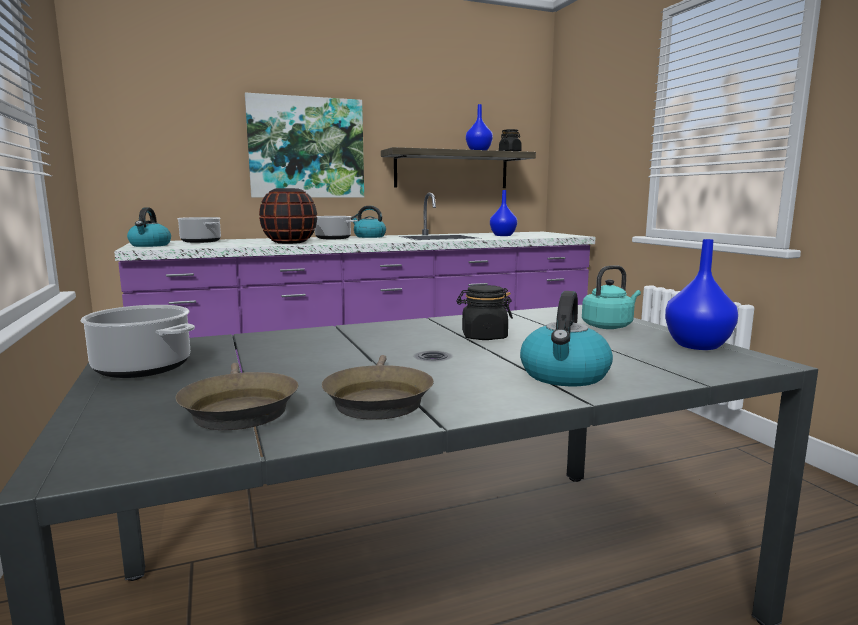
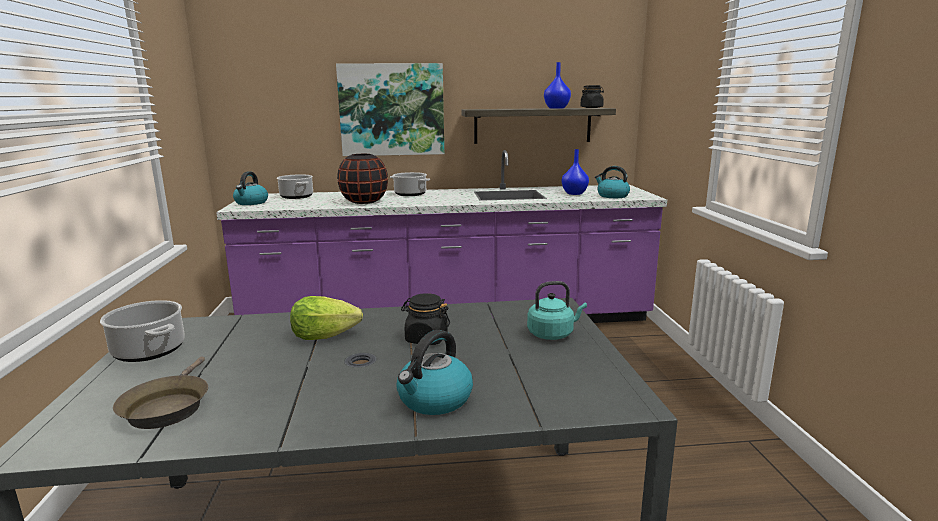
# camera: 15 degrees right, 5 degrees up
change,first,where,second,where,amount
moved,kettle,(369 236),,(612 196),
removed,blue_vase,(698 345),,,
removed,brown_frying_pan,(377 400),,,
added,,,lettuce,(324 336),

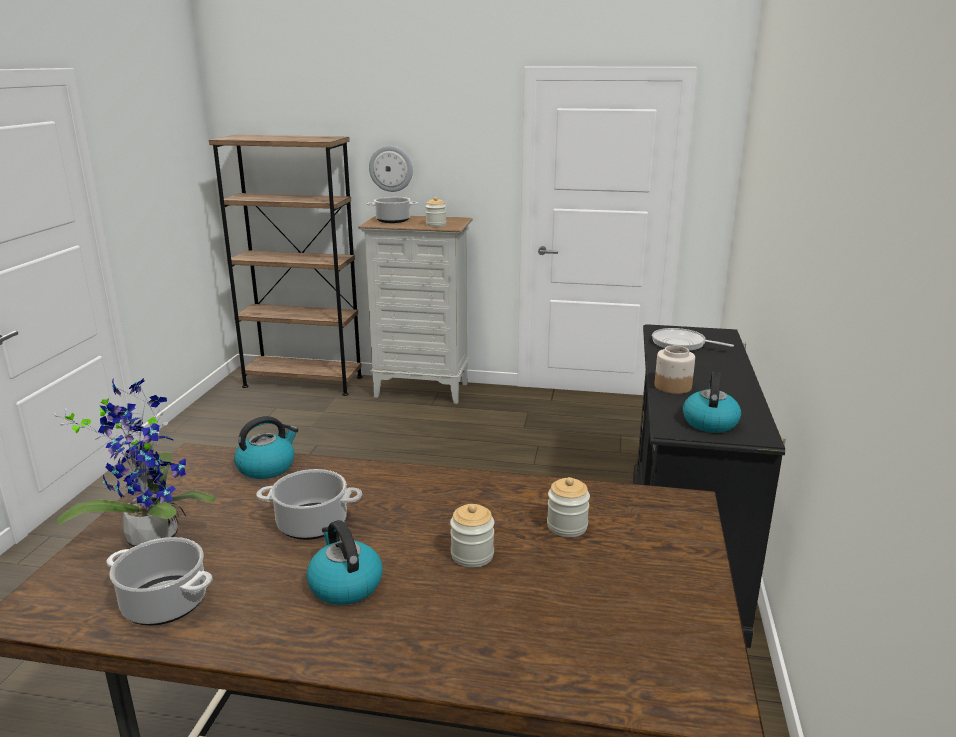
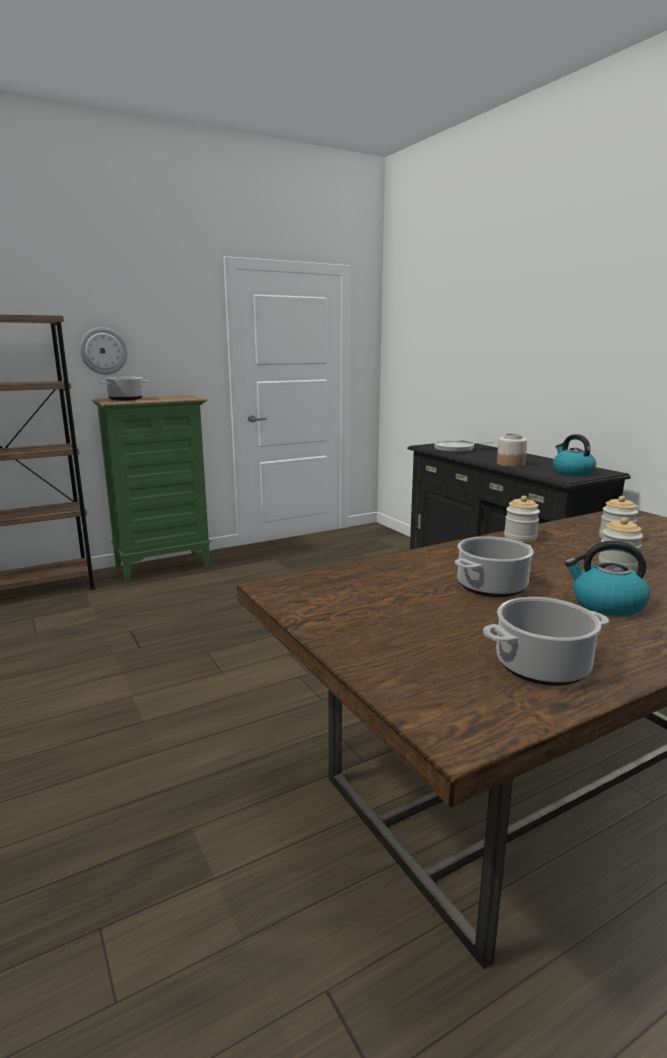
# camera: 40 degrees left, 5 degrees down
change,first,where,second,where,amount
moved,jar,(436 225),,(520 538),
recoloured,white_dresser,(423 391),green_dresser,(165 567),
removed,potted_plant,(152 537),,,
removed,kettle,(267 467),,,

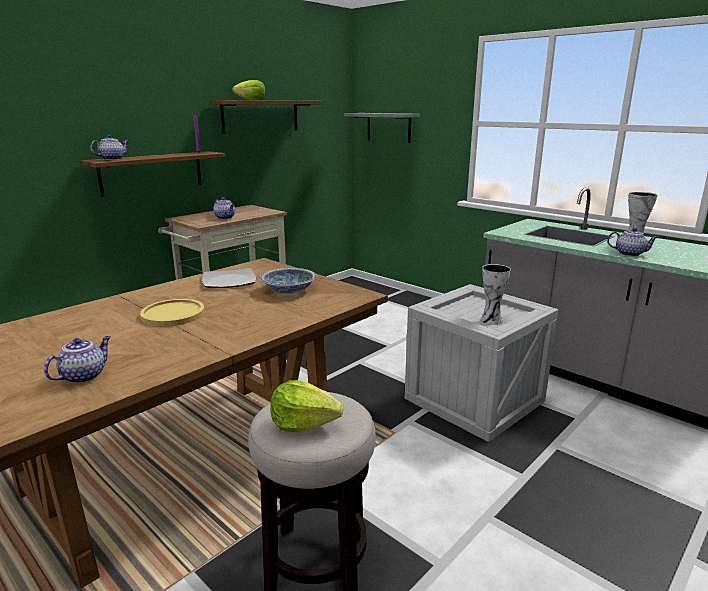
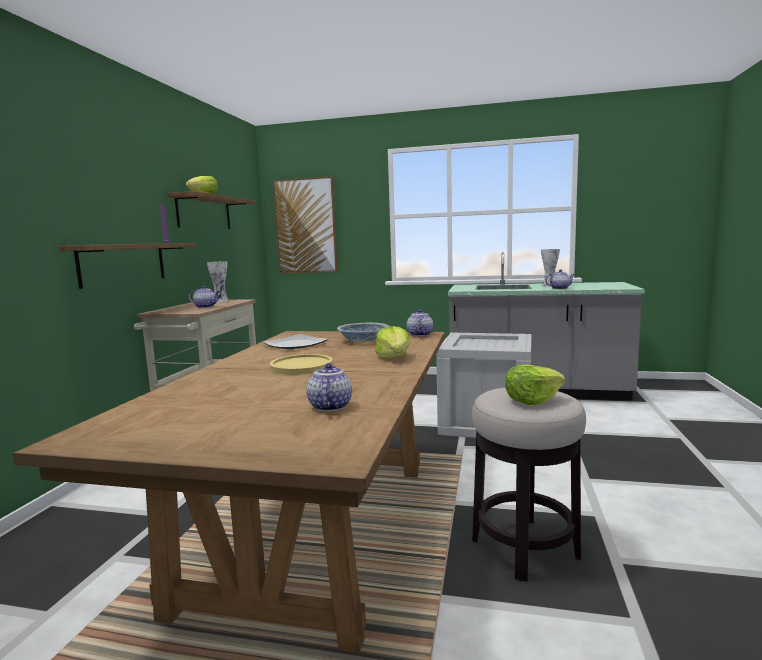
# camera: 30 degrees left, 10 degrees down
change,first,where,second,where,amount
replaced,grey_shelf,(388 127),picture,(306 226),
moved,teapot,(112 159),,(419 334),
moved,vase,(492 320),,(221 301),
added,,,lettuce,(394 357),

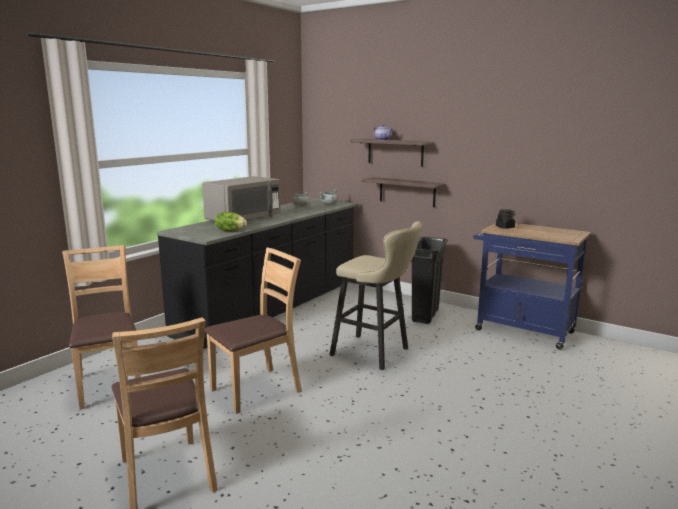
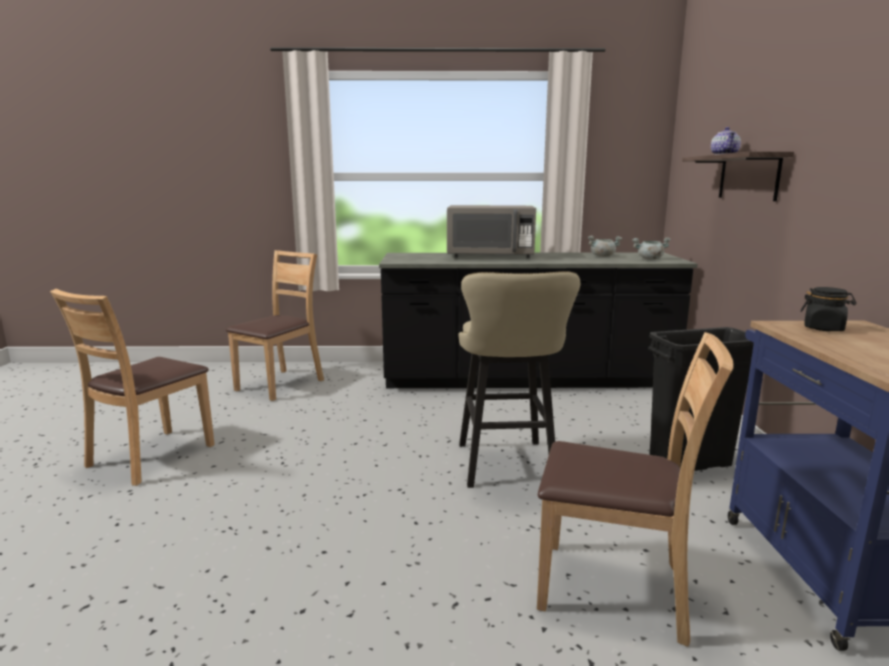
# camera: 55 degrees right, 0 degrees up
change,first,where,second,where,amount
removed,shelf,(407 192),,,
removed,lettuce,(230 230),,,
moved,brown_chair,(256 390),,(614 589),

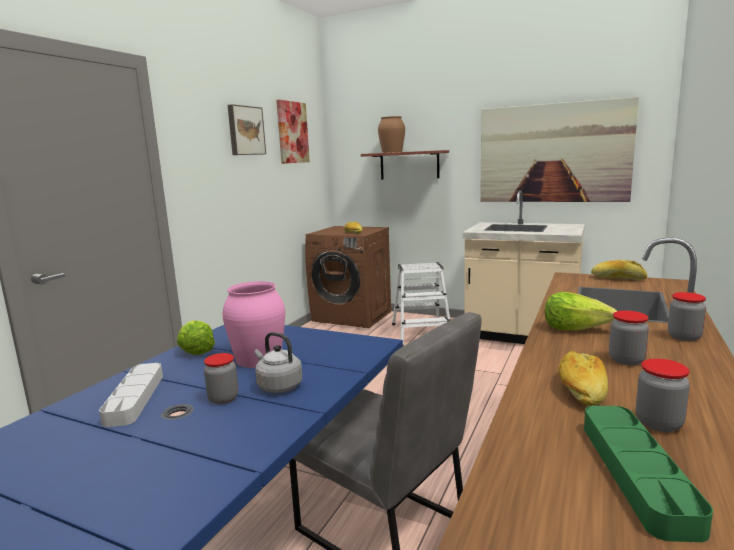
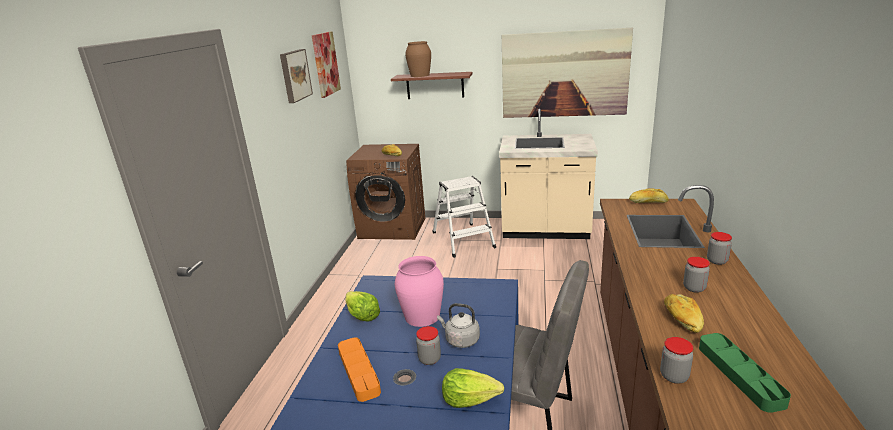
# camera: 15 degrees left, 10 degrees up
change,first,where,second,where,amount
moved,lettuce,(575 328),,(470 399),
moved,jar,(658 423),,(674 376),
recoloured,grey_tray,(135 398),orange_tray,(359 371),

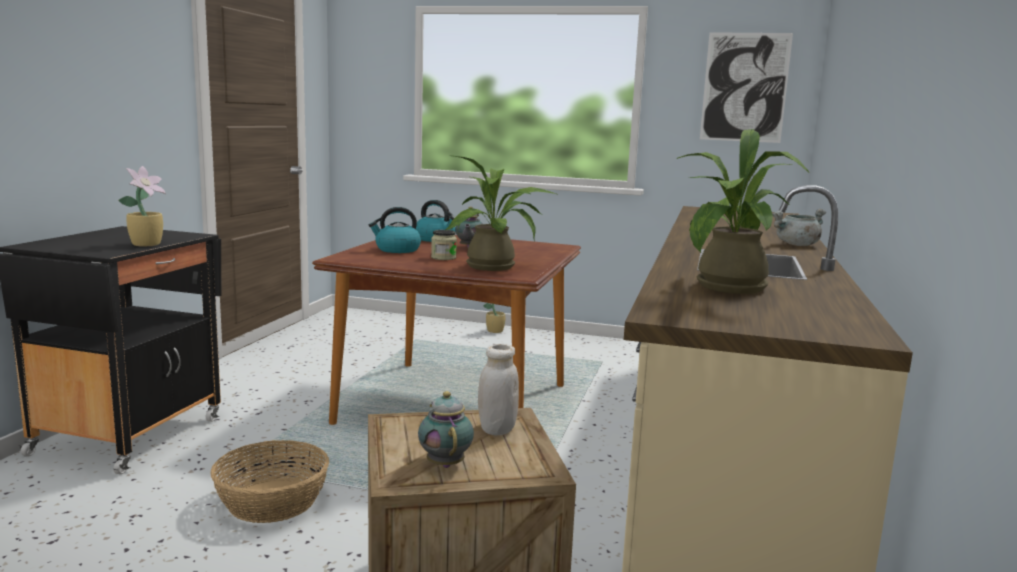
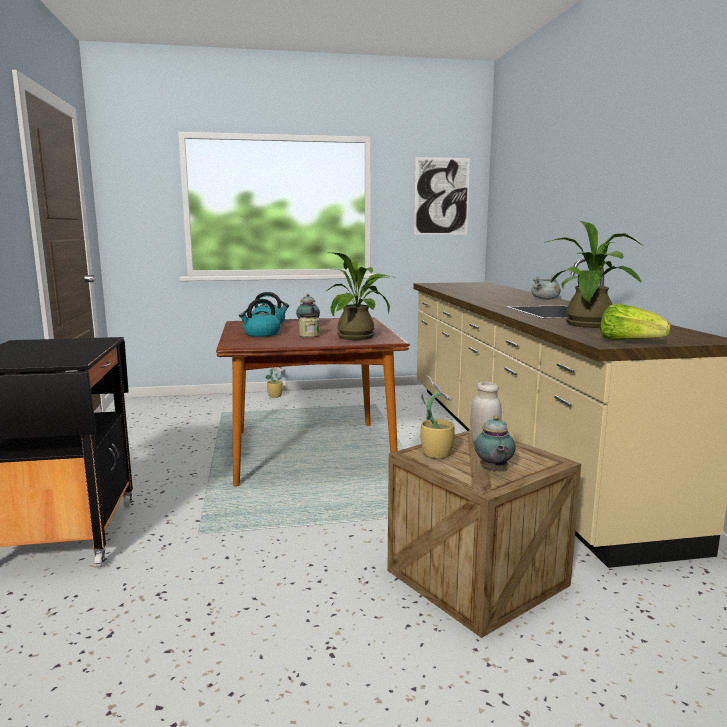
# camera: 25 degrees left, 0 degrees up
change,first,where,second,where,amount
moved,potted_plant,(148 244),,(437 453),
turned,teapot,(445 463),,(493 470),135 degrees counterclockwise
removed,basket,(271 501),,,
added,,,lettuce,(629 341),

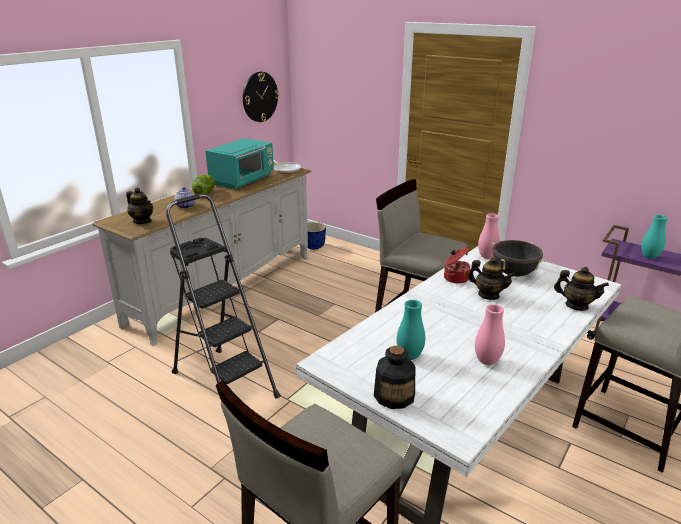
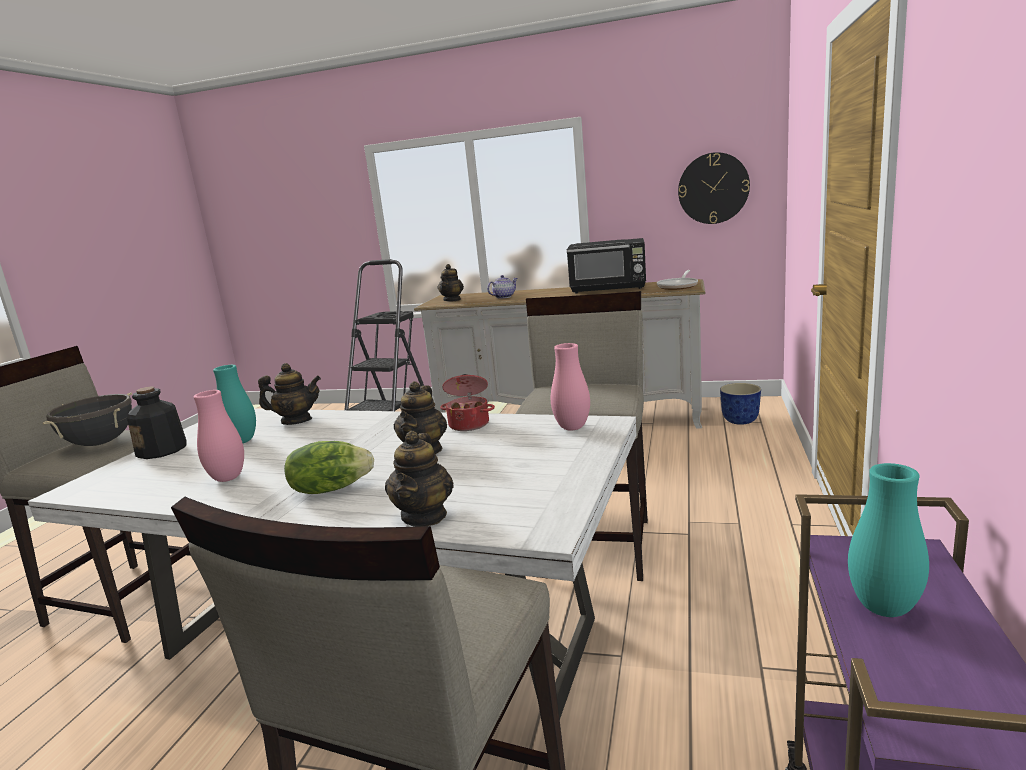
# camera: 70 degrees right, 10 degrees down
change,first,where,second,where,amount
recoloured,turquoise_microwave,(243 180),black_microwave,(609 288),
moved,lettuce,(204 193),,(330 488),
moved,black_cooking_pot,(514 273),,(100 443),
added,,,teapot,(296 421),

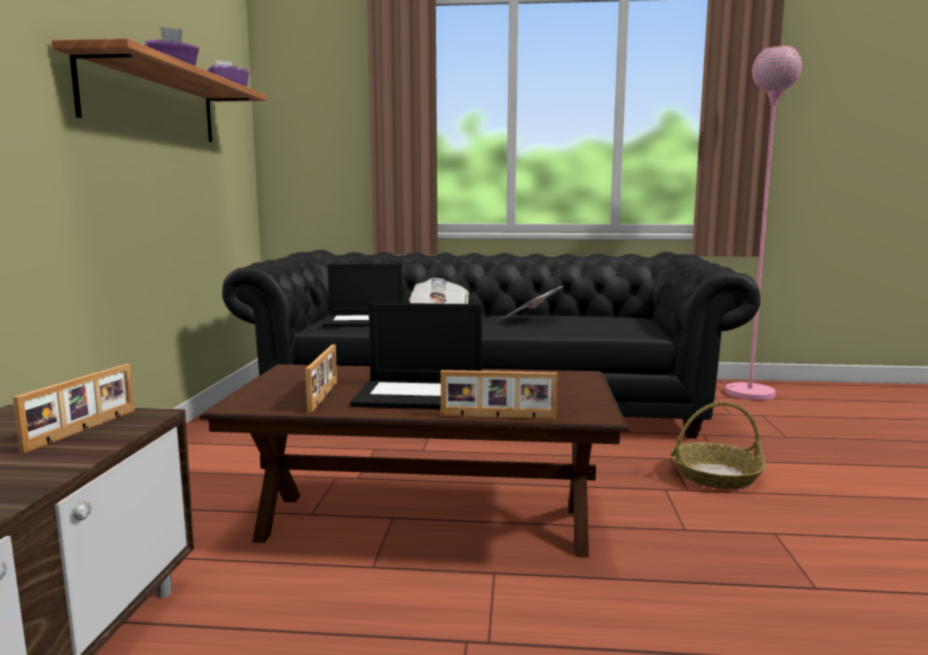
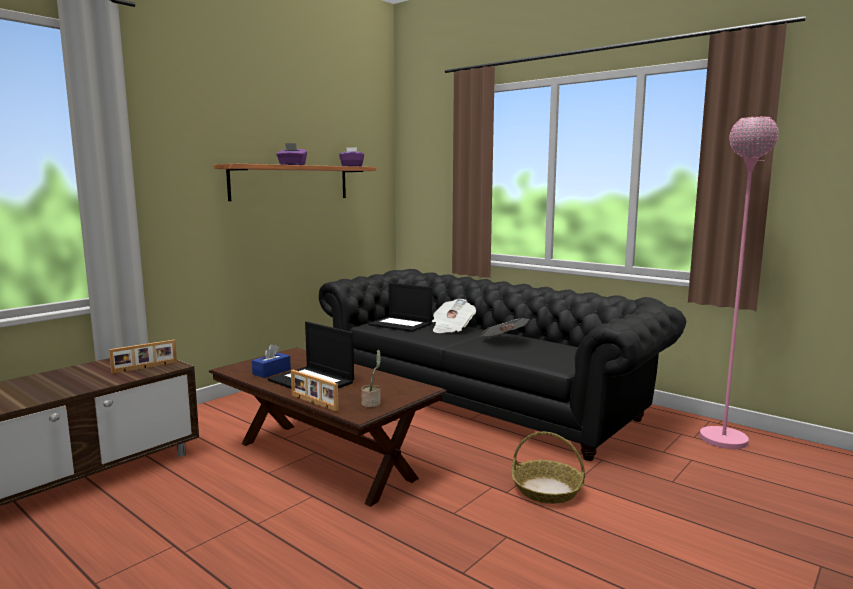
# camera: 35 degrees right, 0 degrees up
change,first,where,second,where,amount
replaced,picture_frame,(325 396),blue_tissue_box,(271 372),
added,,,potted_plant,(372 403),

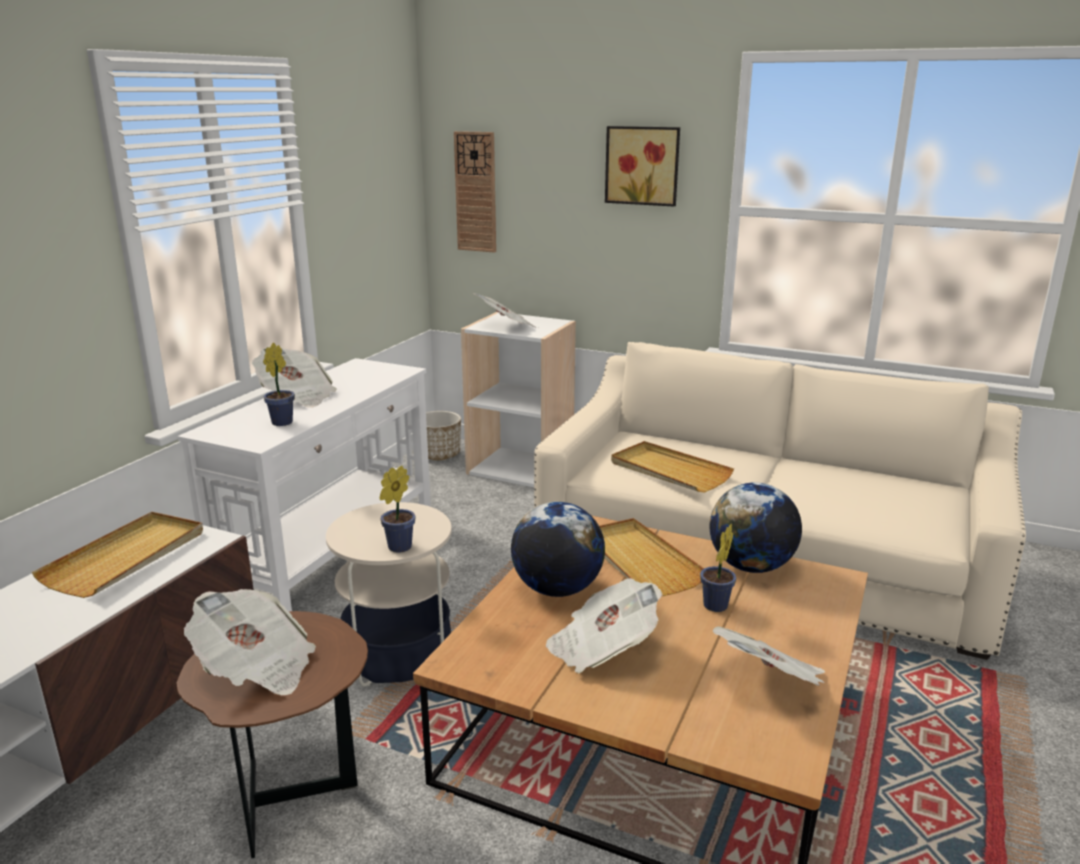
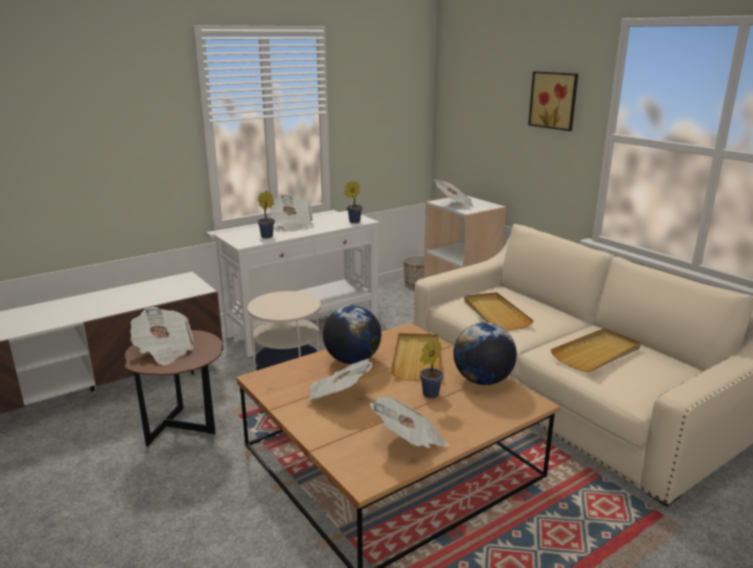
# camera: 30 degrees right, 0 degrees up
change,first,where,second,where,amount
removed,wall_clock,(476 192),,,
moved,potted_plant,(397 548),,(353 222),
moved,beige_tray,(126 557),,(597 353),

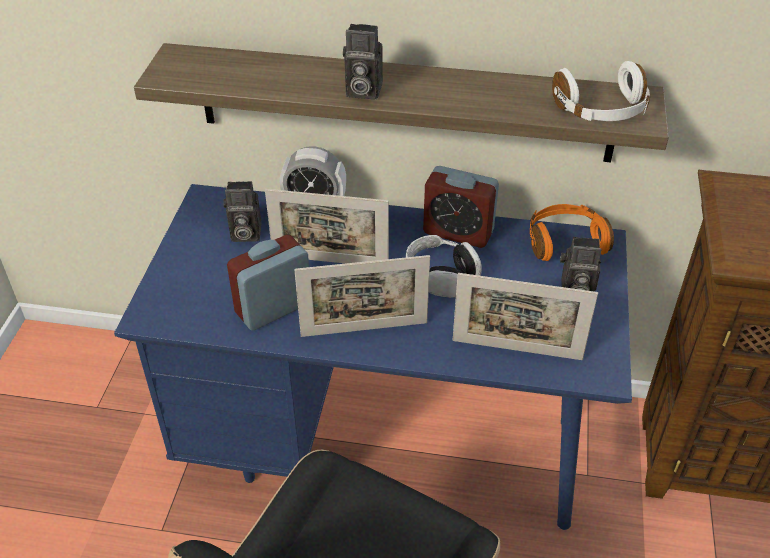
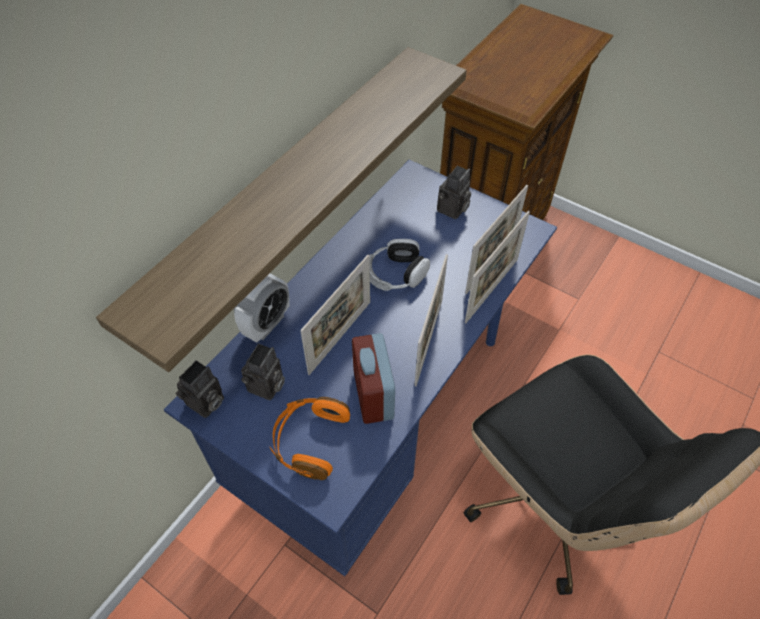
# camera: 65 degrees left, 10 degrees up
change,first,where,second,where,amount
moved,photo_camera,(361 91),,(205 404),
removed,white_headphones,(601 110),,,
removed,alarm_clock,(458 232),,,
moved,orange_headphones,(565 241),,(309 441),
added,,,picture_frame,(491 290),

